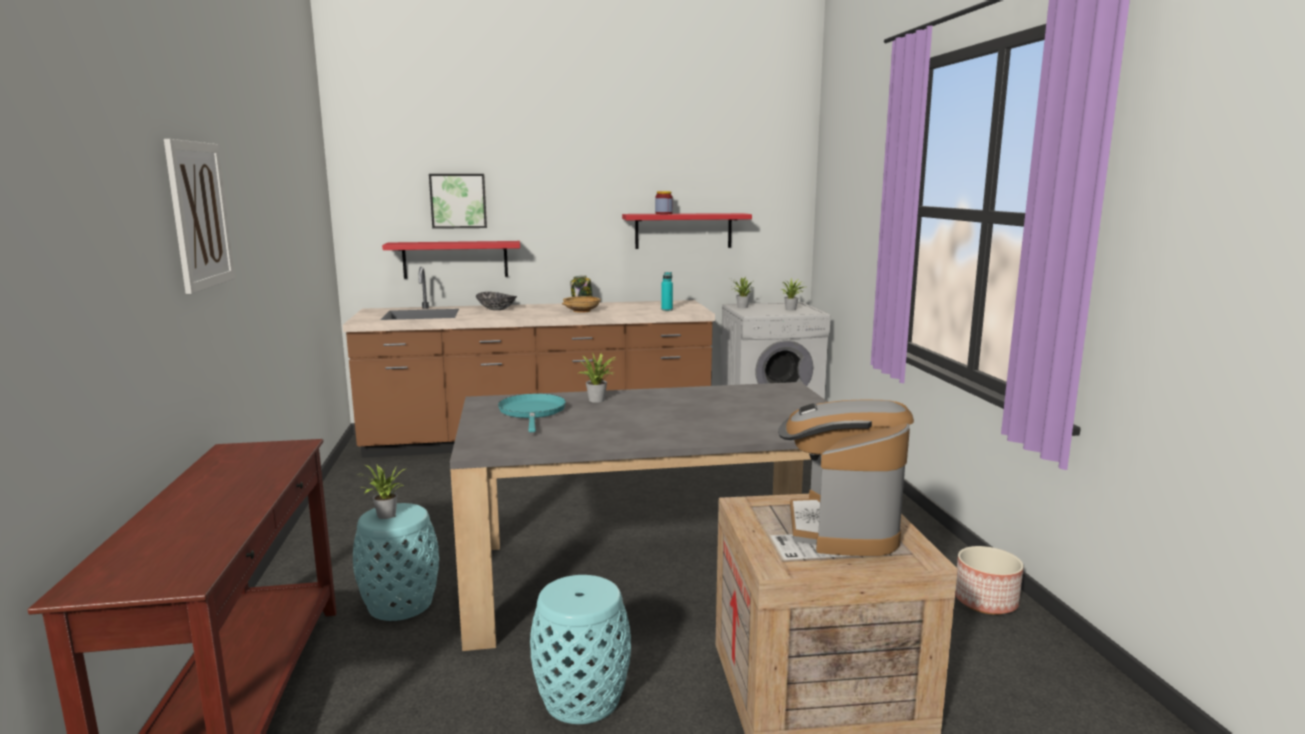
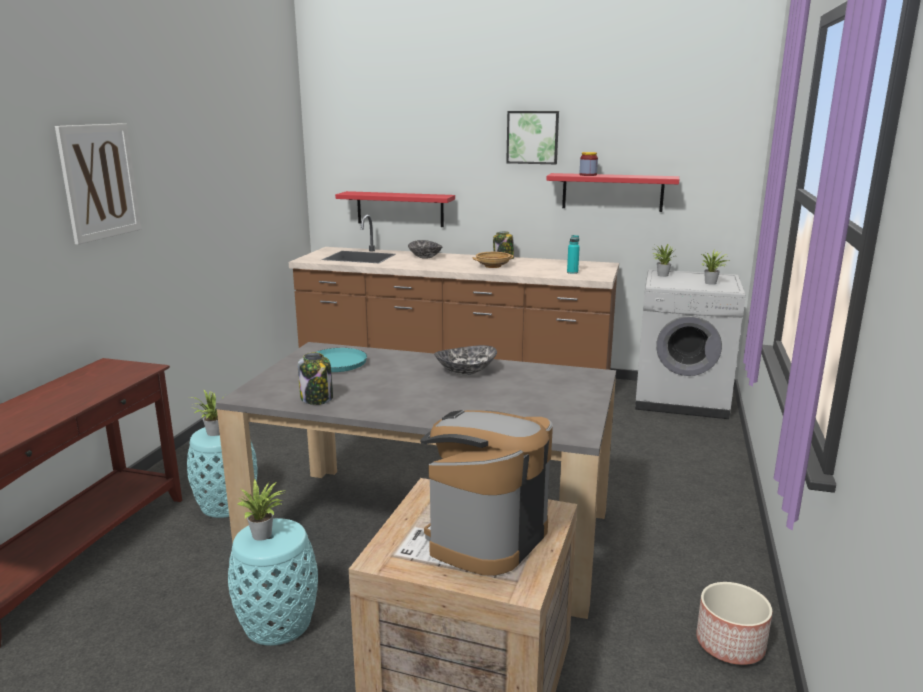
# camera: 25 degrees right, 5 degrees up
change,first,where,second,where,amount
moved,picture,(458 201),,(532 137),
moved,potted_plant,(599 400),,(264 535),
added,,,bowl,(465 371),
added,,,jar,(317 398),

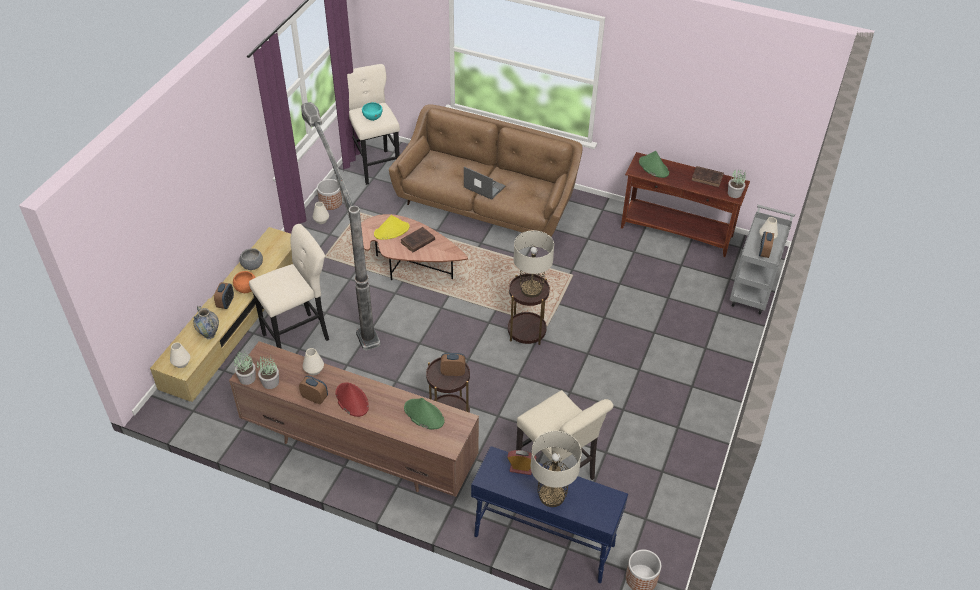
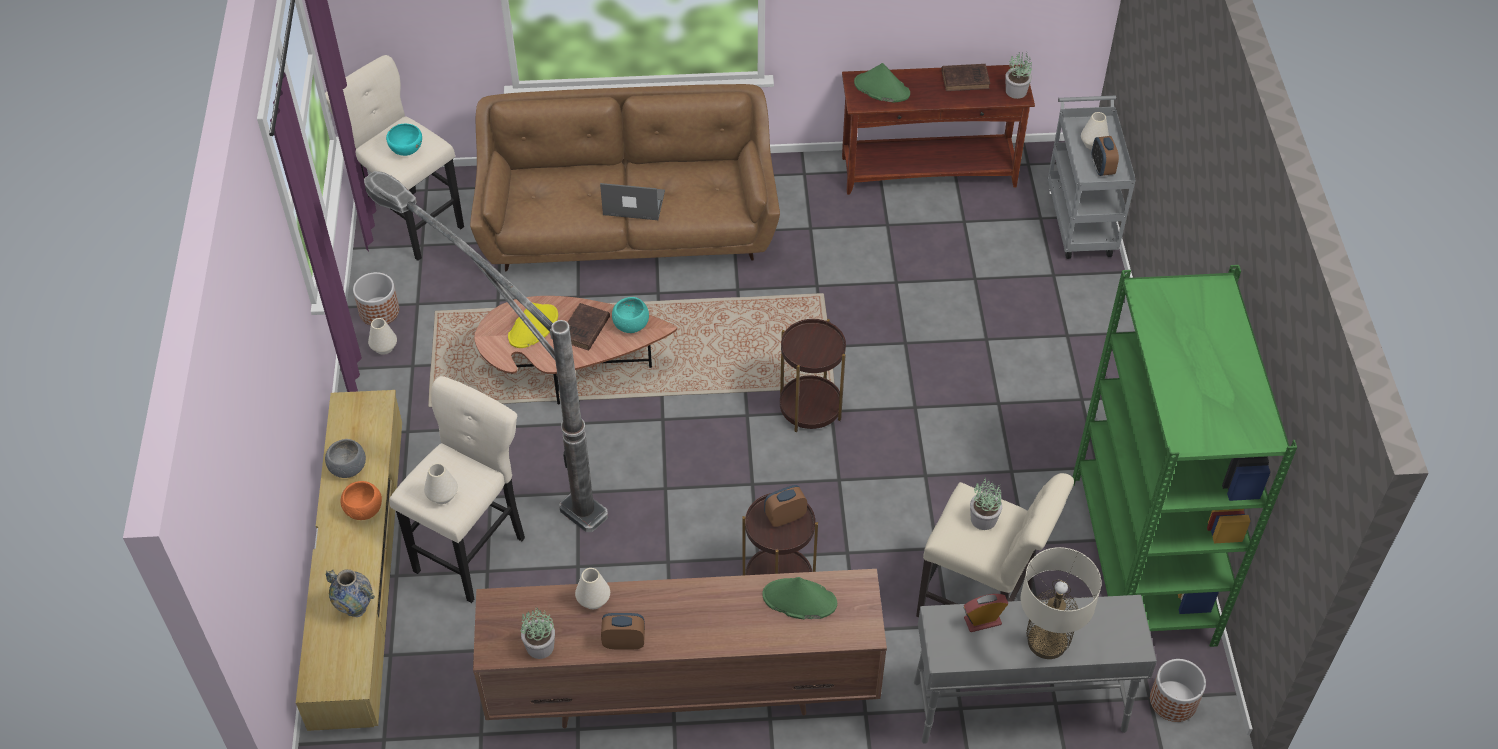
# camera: 25 degrees left, 5 degrees up
change,first,where,second,where,amount
removed,table_lamp,(531 290),,,
removed,alarm_clock,(226 303),,,
moved,white_vase,(181 363),,(442 495),
moved,potted_plant,(247 378),,(983 519),
removed,red_hat,(351 400),,,
recoloured,blue_console_table,(544 539),grey_console_table,(1018 705),
added,,,green_bookcase,(1142 560),
added,,,turquoise_bowl,(631 324),

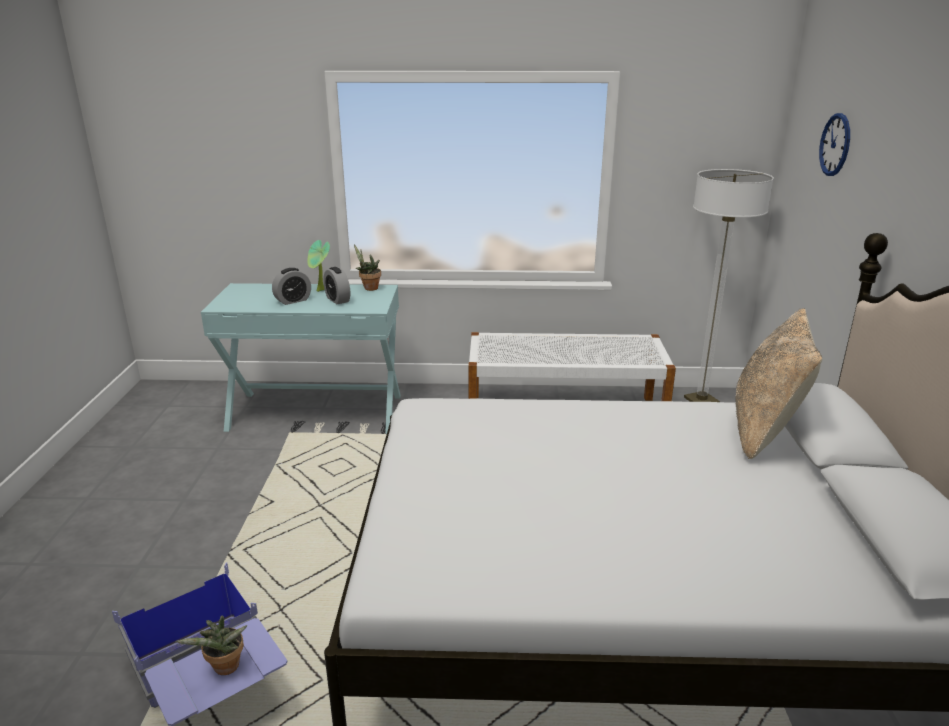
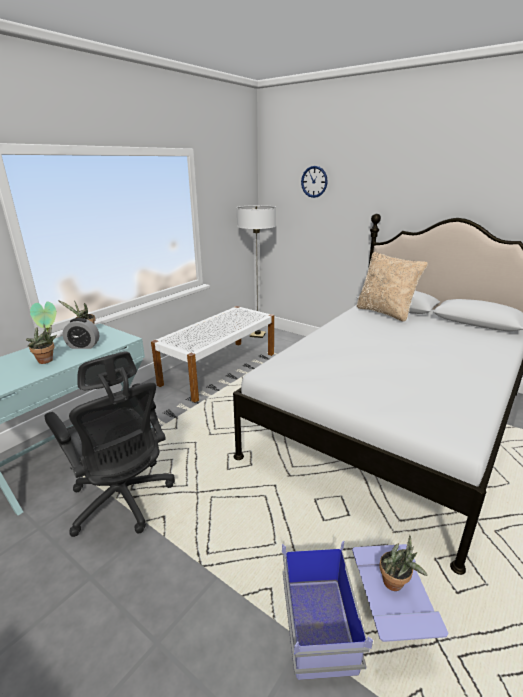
# camera: 55 degrees left, 0 degrees up
change,first,where,second,where,amount
replaced,alarm_clock,(293 301),potted_plant,(47 361),
added,,,office_chair,(123 503),

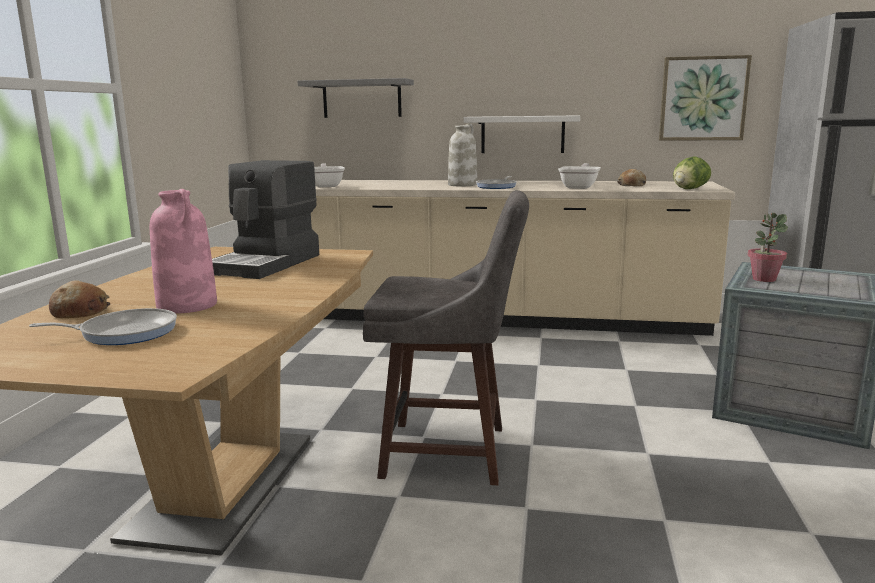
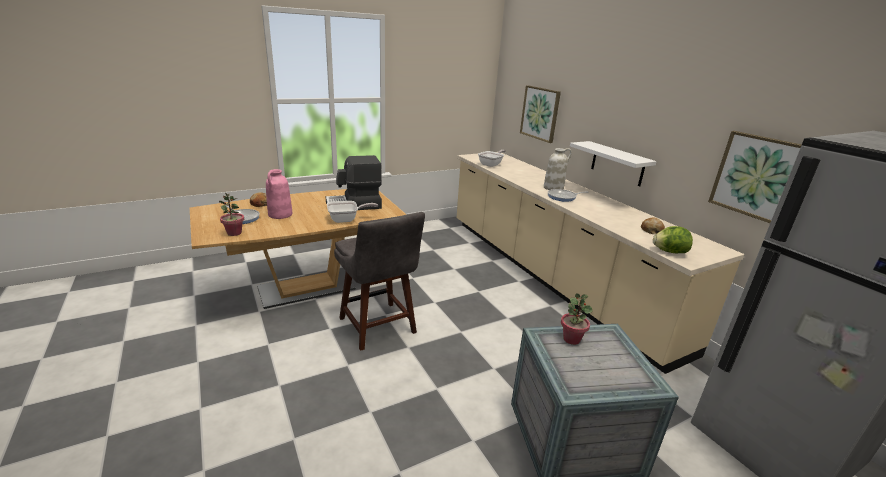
# camera: 50 degrees right, 10 degrees up
change,first,where,second,where,amount
replaced,grey_shelf,(362 99),picture,(540 113),
moved,frying_pan,(580 187),,(346 219),
added,,,potted_plant,(234 233),

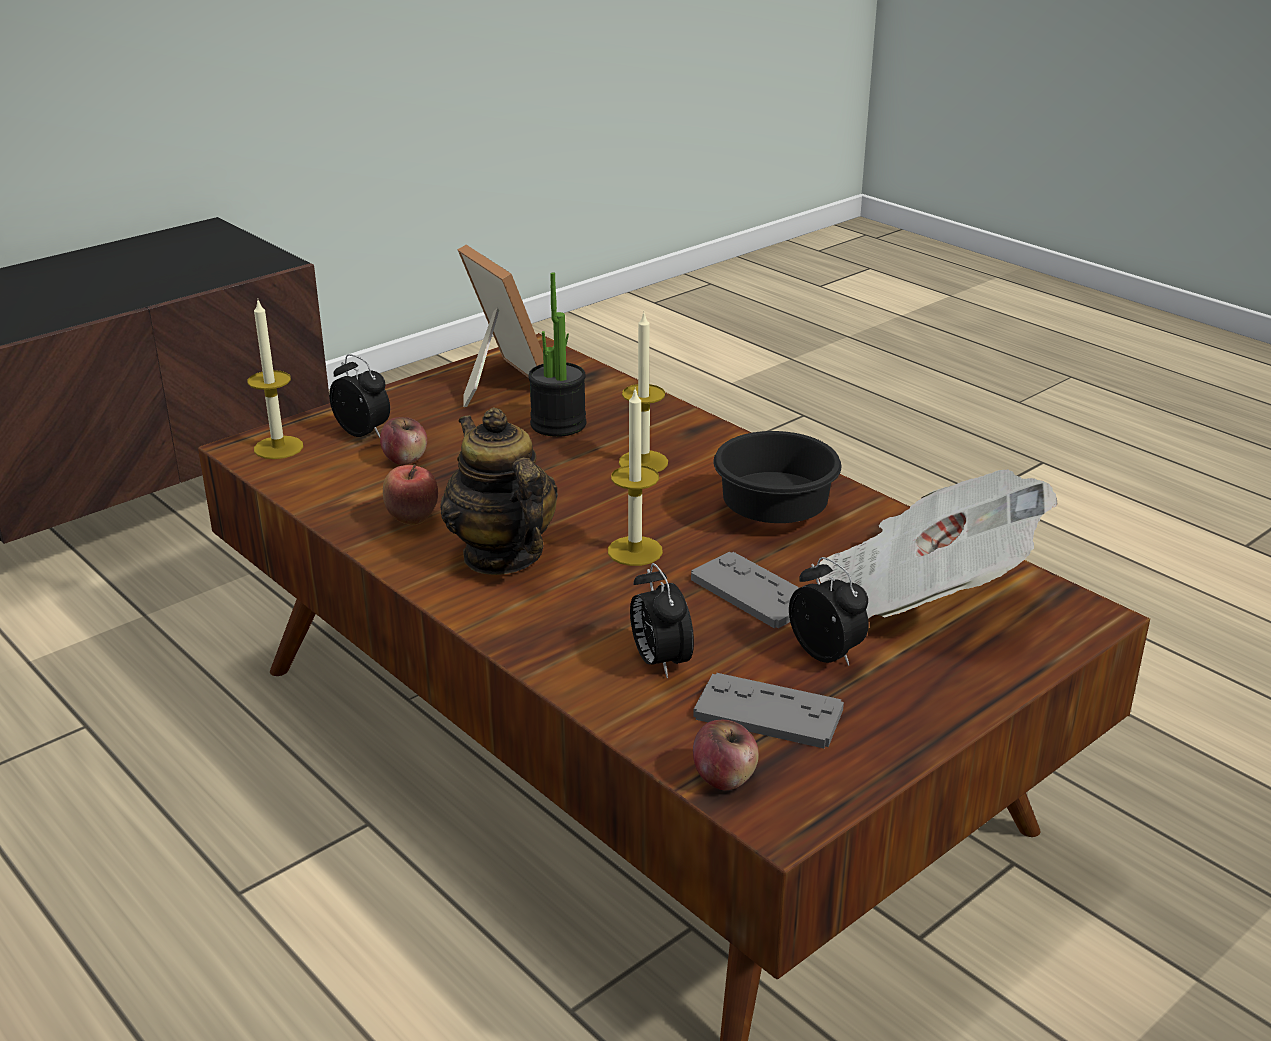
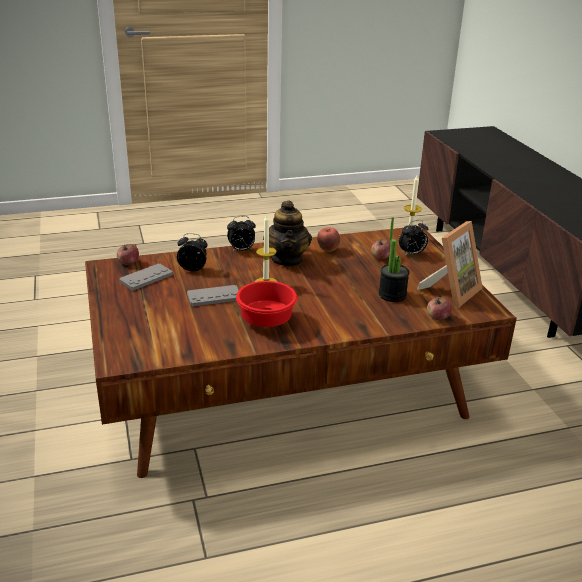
# camera: 115 degrees right, 0 degrees up
change,first,where,second,where,amount
turned,picture_frame,(498 382),,(451 292),45 degrees counterclockwise
removed,candle,(643 462),,,
turned,teapot,(502 555),,(287 259),90 degrees clockwise
recoloured,black_bowl,(772 514),red_bowl,(265 319),
removed,newspaper,(923 594),,,
moved,alarm_clock,(827 654),,(241 250),
added,,,apple,(437 317),

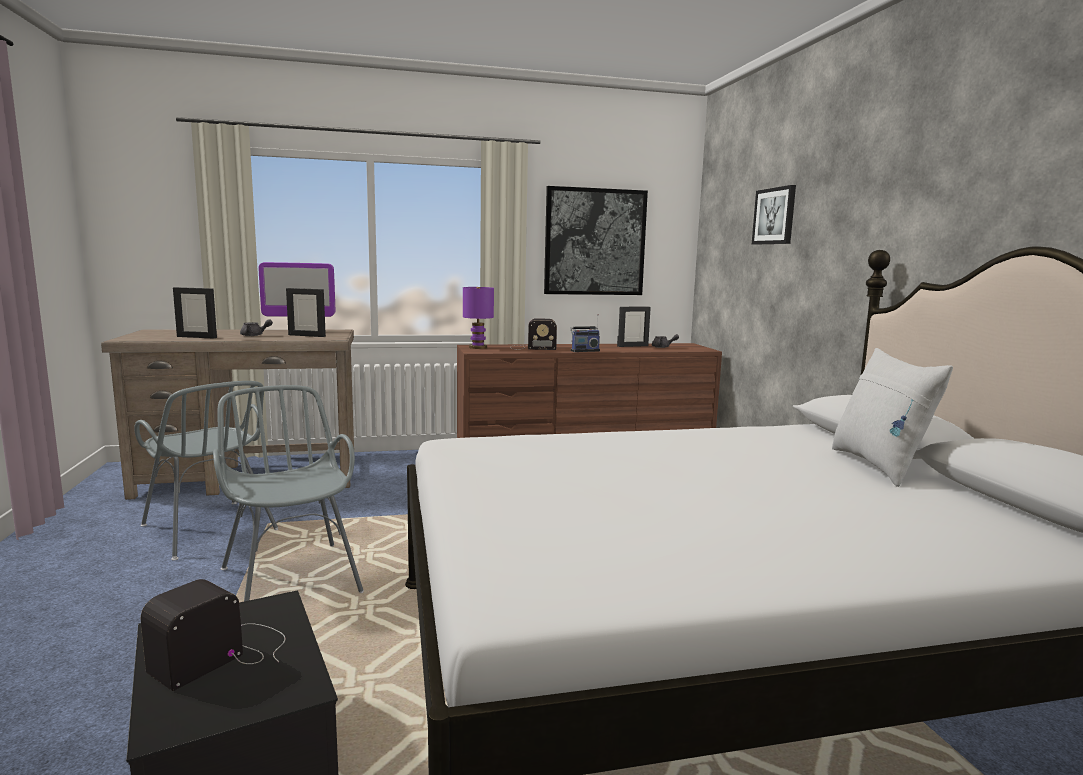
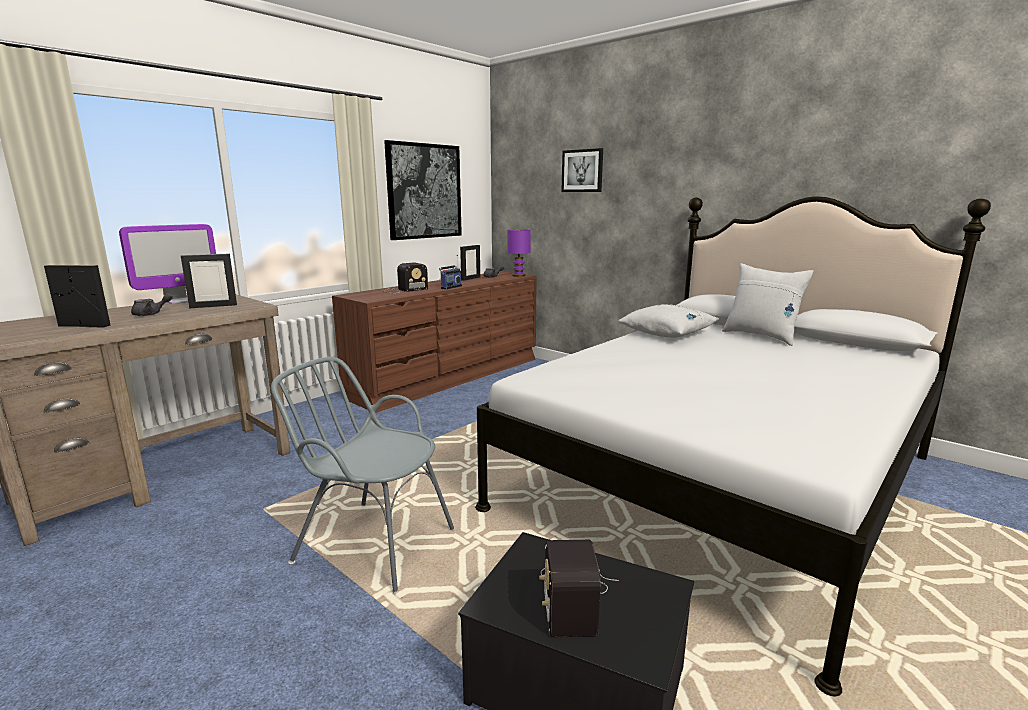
# camera: 35 degrees left, 5 degrees up
change,first,where,second,where,amount
turned,picture_frame,(197 337),,(83 326),150 degrees counterclockwise
moved,purple_table_lamp,(478 347),,(519 275),
removed,grey_chair,(210 530),,,
added,,,grey_pillow,(667 334),

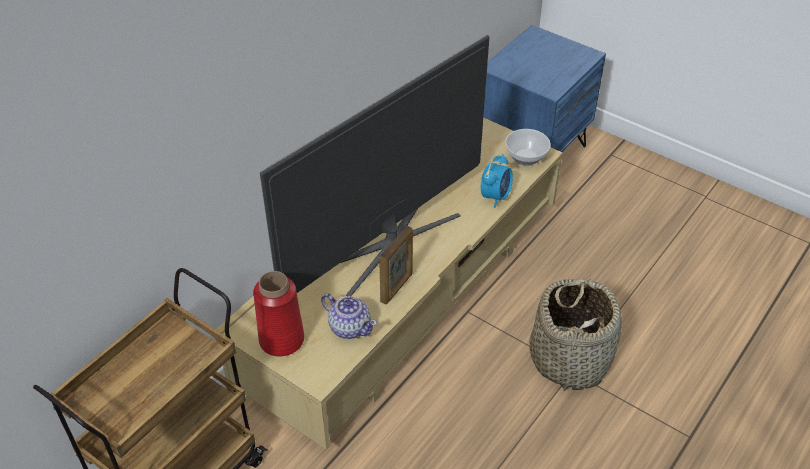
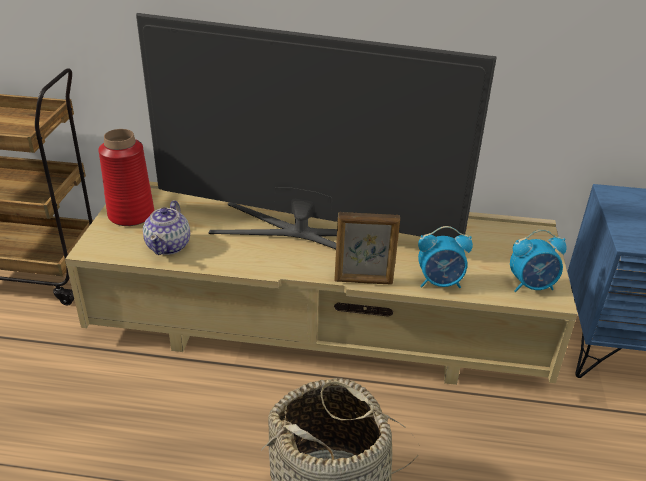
# camera: 60 degrees right, 10 degrees down
change,first,where,second,where,amount
replaced,bowl,(525 157),alarm_clock,(532 286),
moved,picture_frame,(397 288),,(363 281),

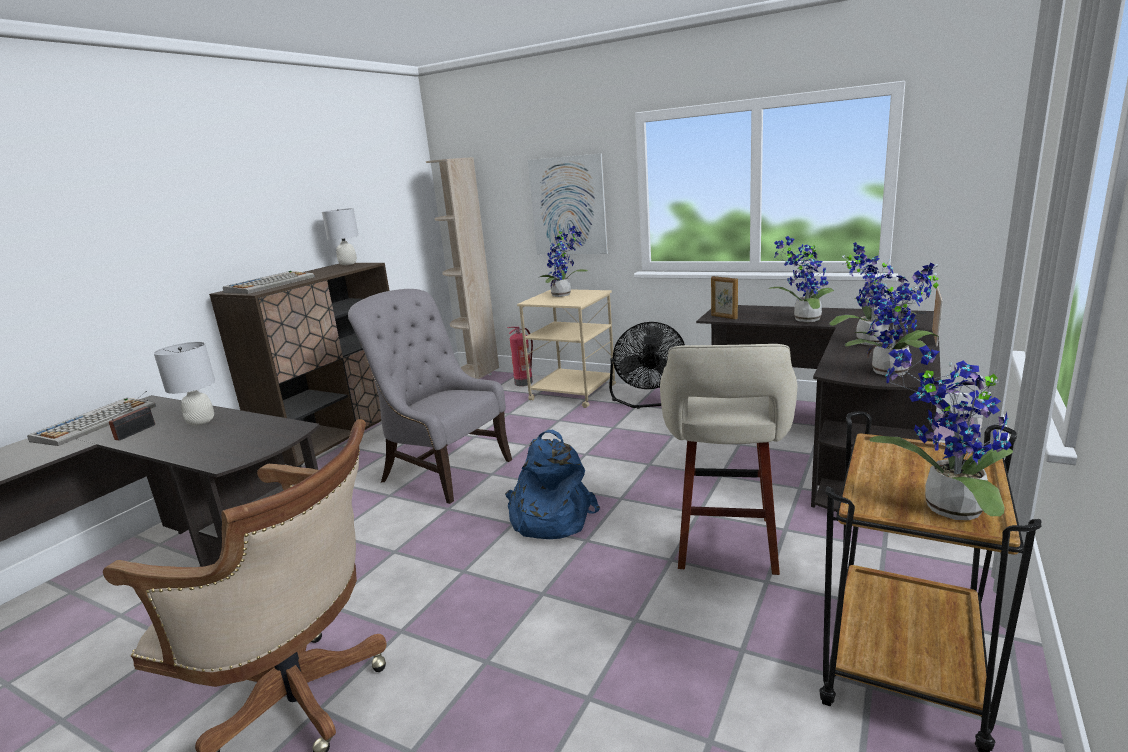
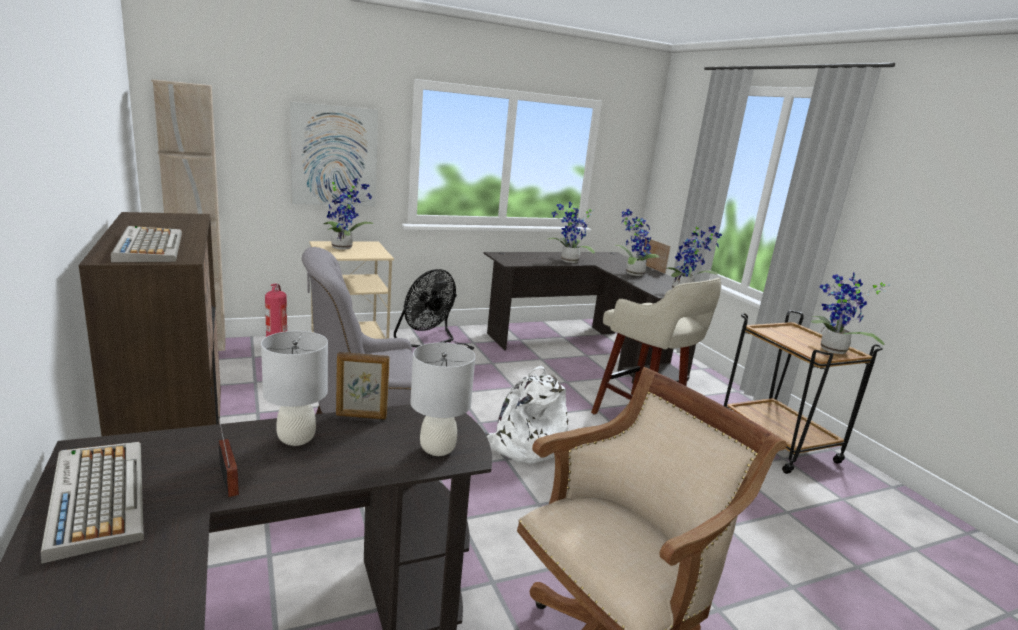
# camera: 55 degrees left, 0 degrees up
change,first,where,second,where,amount
moved,grey_table_lamp,(347 264),,(438 451),
moved,picture_frame,(723 317),,(361 416),
recoloured,blue_backpack,(548 518),white_backpack,(522 445),

